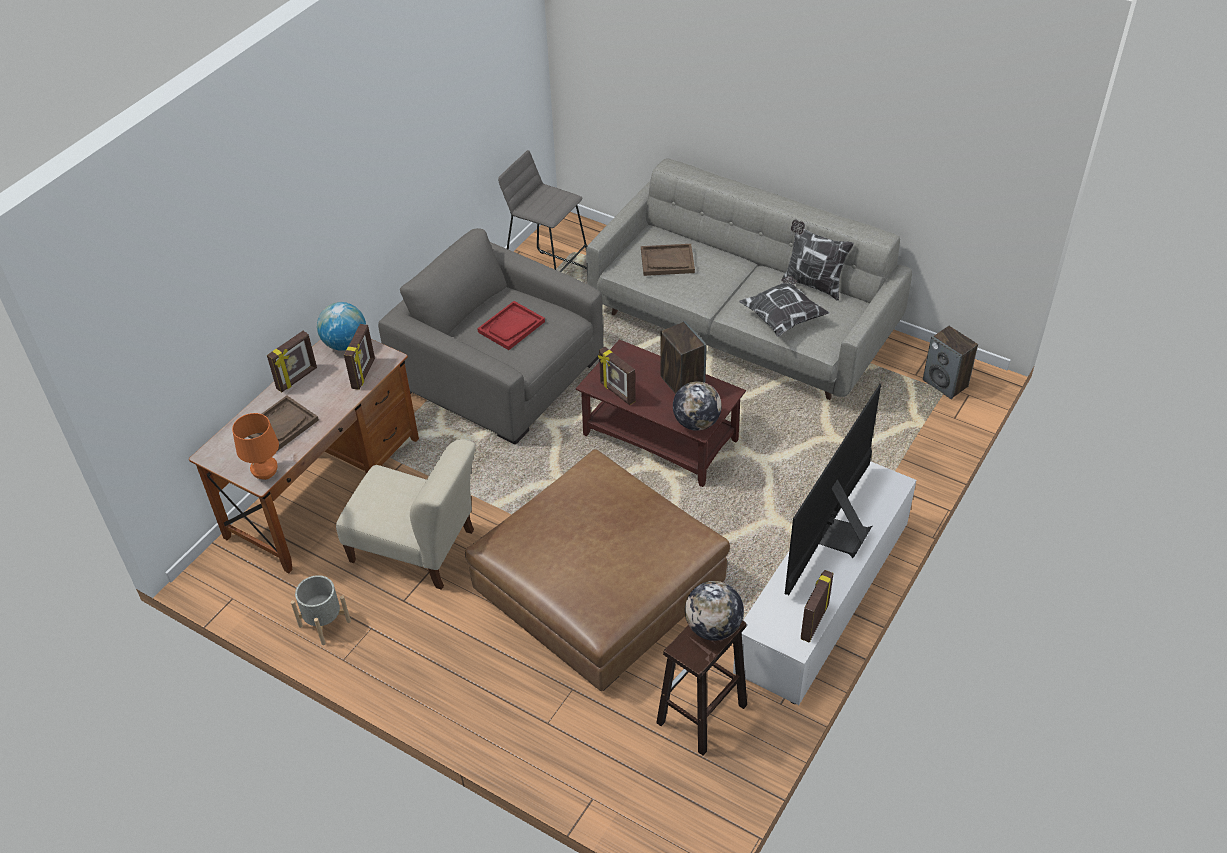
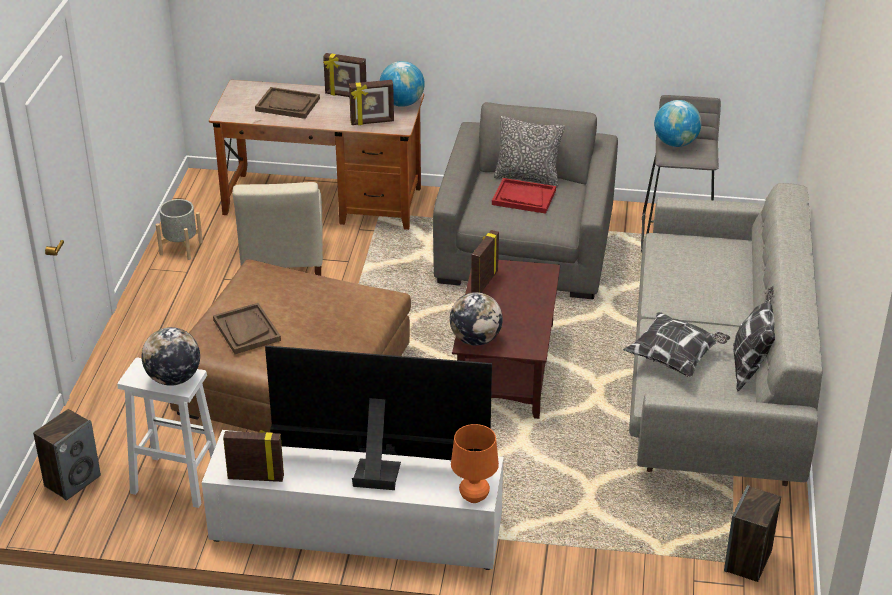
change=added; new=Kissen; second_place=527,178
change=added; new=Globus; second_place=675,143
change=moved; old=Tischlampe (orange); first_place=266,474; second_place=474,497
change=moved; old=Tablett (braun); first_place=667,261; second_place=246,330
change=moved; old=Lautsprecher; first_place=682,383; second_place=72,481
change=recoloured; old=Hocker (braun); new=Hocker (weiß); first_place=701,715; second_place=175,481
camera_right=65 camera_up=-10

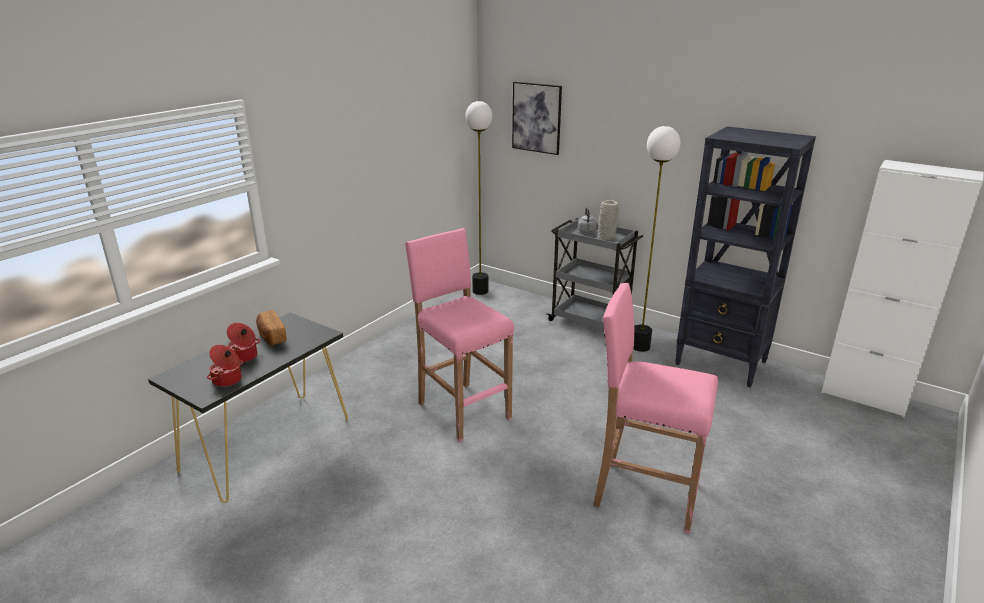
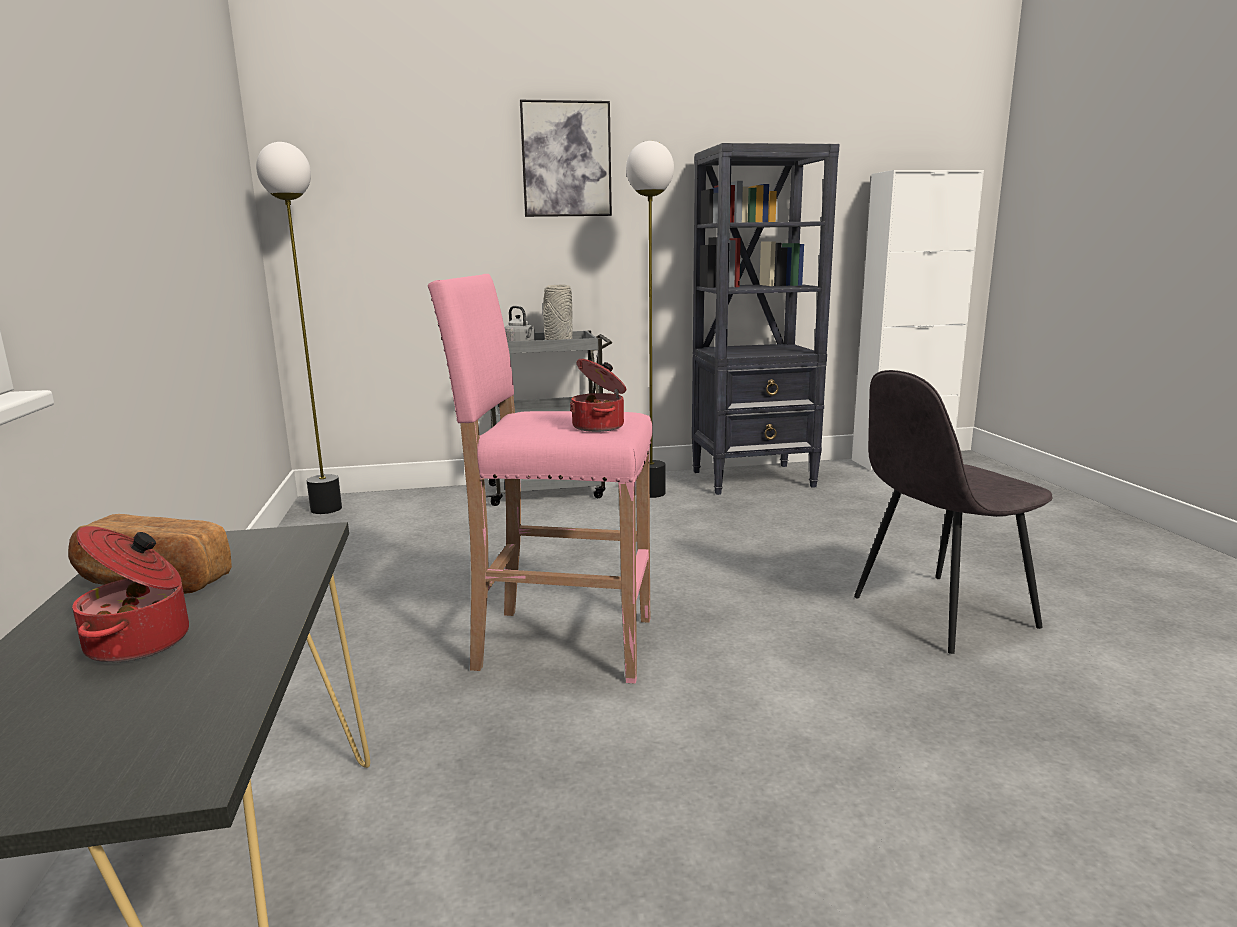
change=moved; old=Kochtopf; first_place=228,380; second_place=600,426
change=moved; old=Bild; first_place=536,118; second_place=566,159
change=replaced; old=Hocker (rosa); new=Stuhl (grau); first_place=643,494; second_place=939,613
camera_right=-45 camera_up=-10

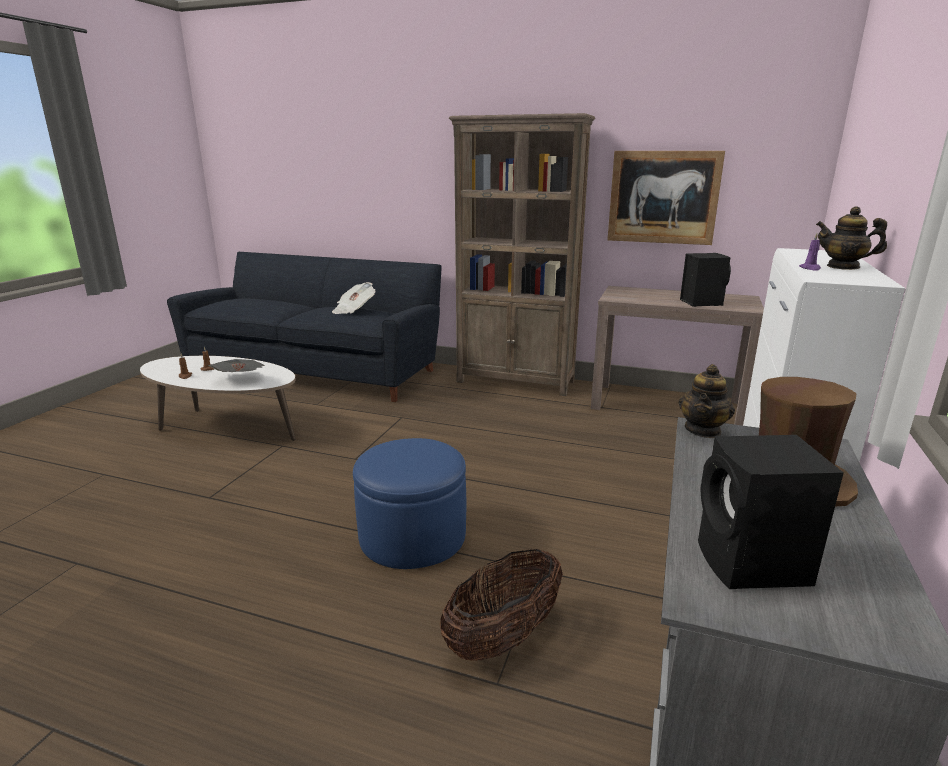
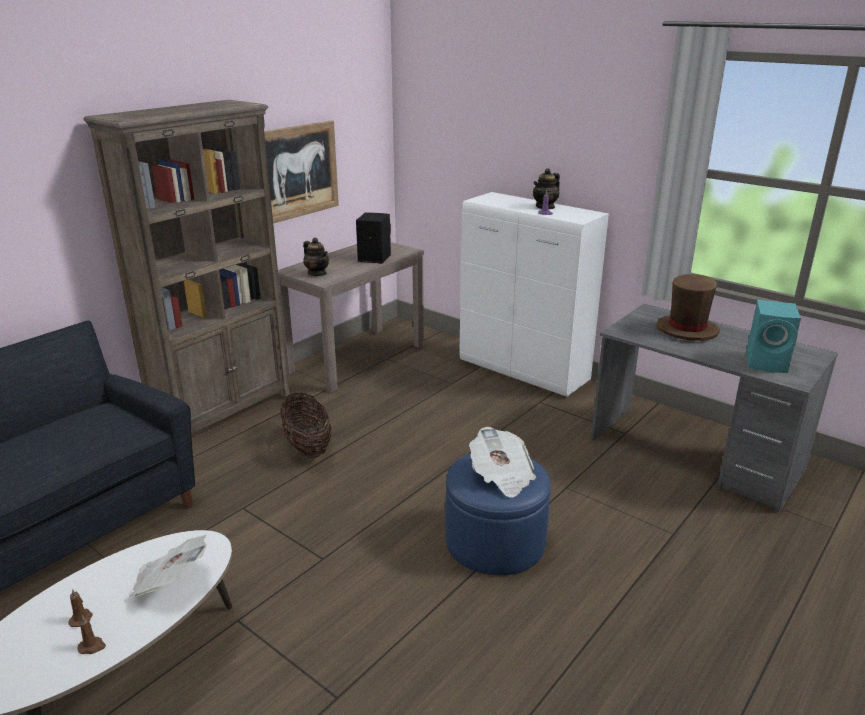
change=moved; old=Zeitung; first_place=354,310; second_place=501,477
change=moved; old=Korb; first_place=503,637; second_place=307,447
change=moved; old=Teekanne; first_place=703,430; second_place=317,273
change=recoloured; old=Lautsprecher (schwarz); new=Lautsprecher (türkis); first_place=753,565; second_place=768,363
camera_right=-70 camera_up=5

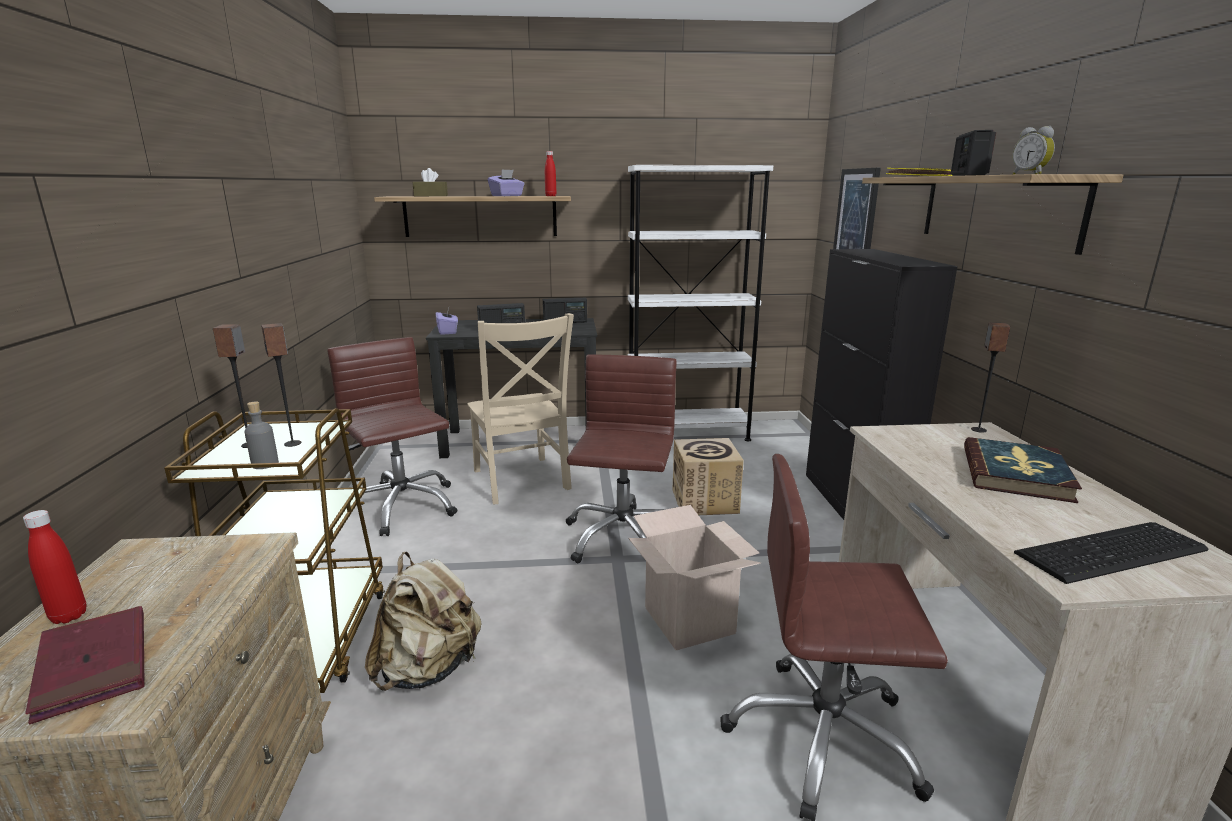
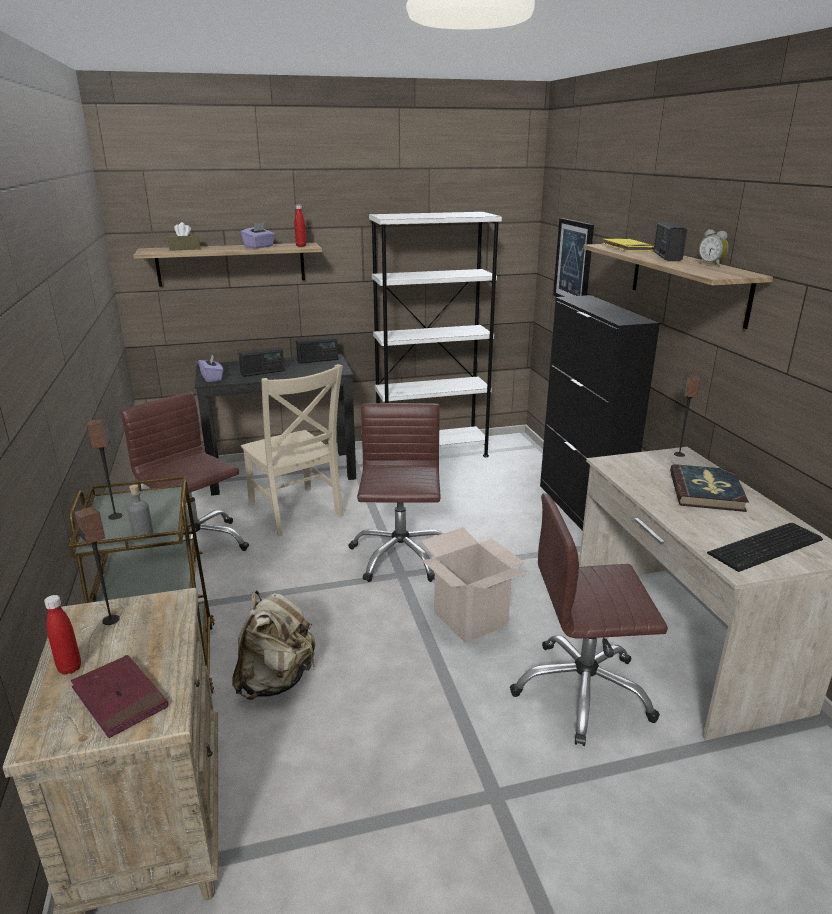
change=removed; old=Karton; first_place=704,501
change=moved; old=Lautsprecher; first_place=293,443; second_place=111,620
camera_right=-10 camera_up=5

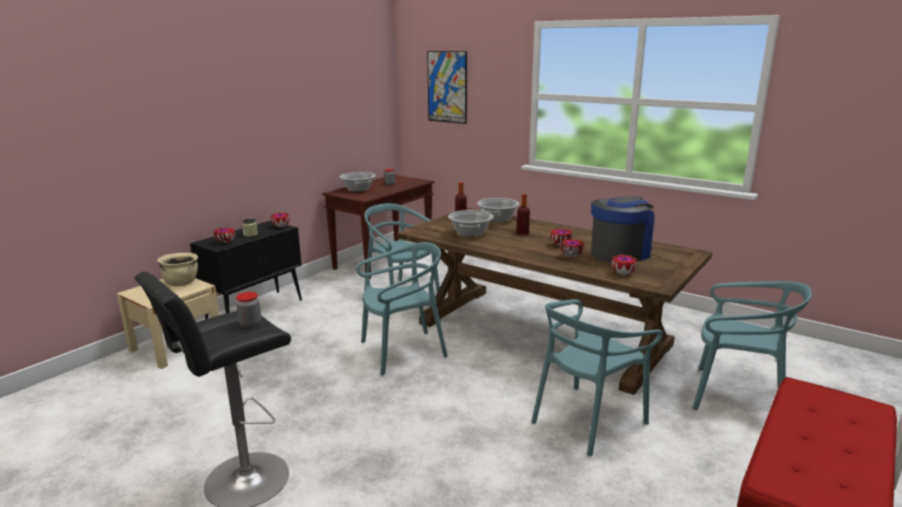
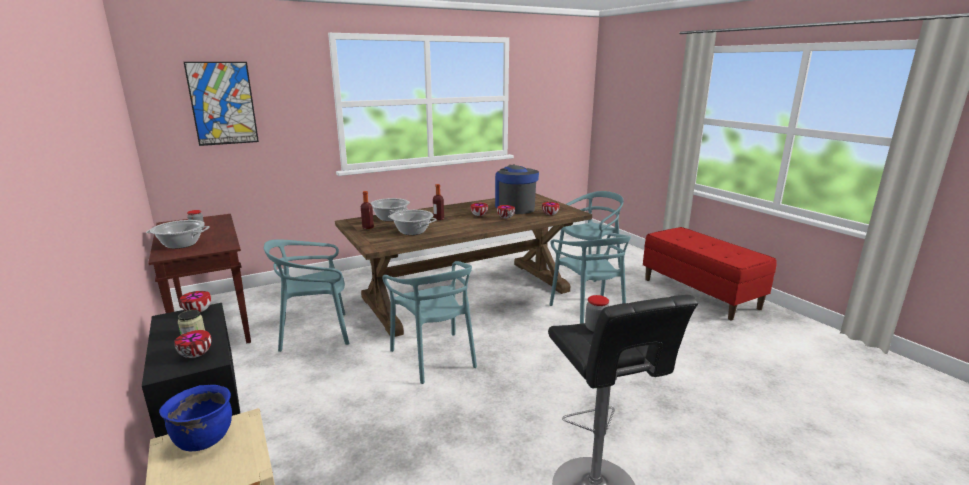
change=recoloured; old=Kochtopf (beige); new=Kochtopf (blau); first_place=181,283; second_place=204,439
change=turned; old=Stuhl (türkis); first_place=403,351; second_place=435,357; degrees=150
camera_right=-65 camera_up=0

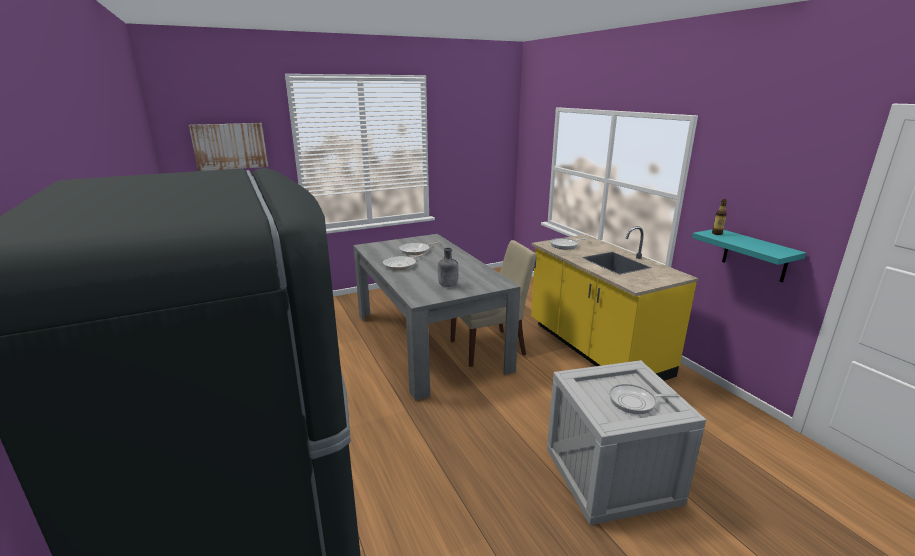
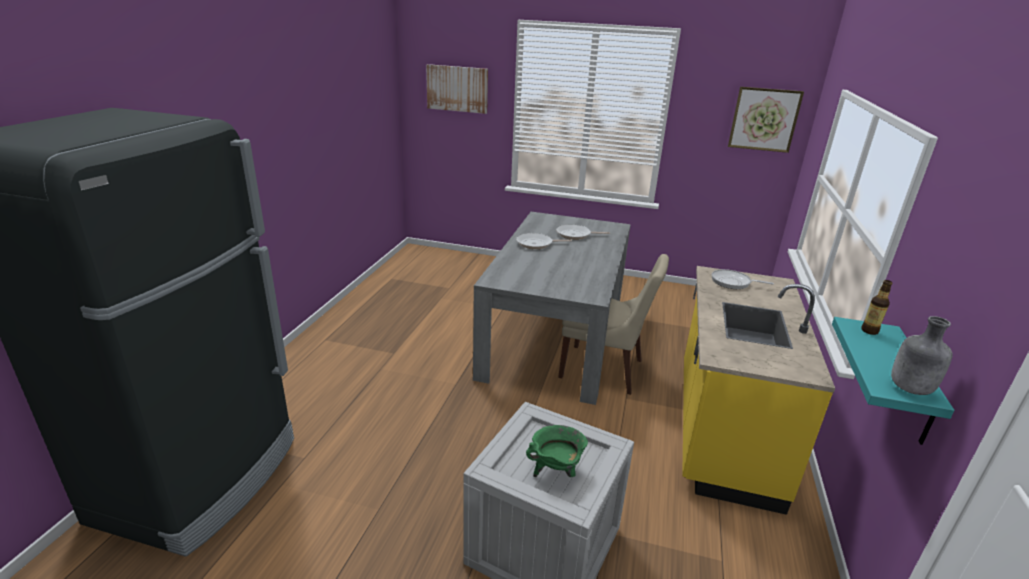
change=added; new=Bild; second_place=764,119
change=moved; old=Flasche (grau); first_place=448,285; second_place=909,389
change=replaced; old=Pfanne; new=Kochtopf (grün); first_place=635,402; second_place=556,471
camera_right=40 camera_up=5

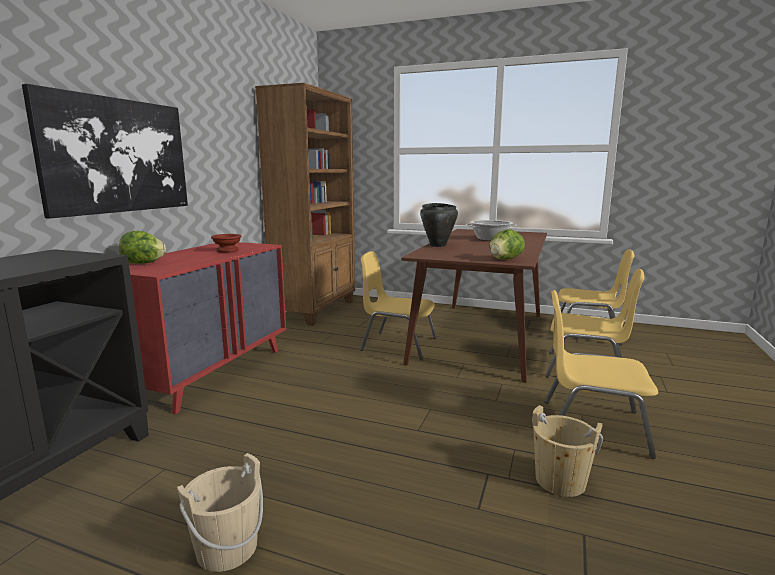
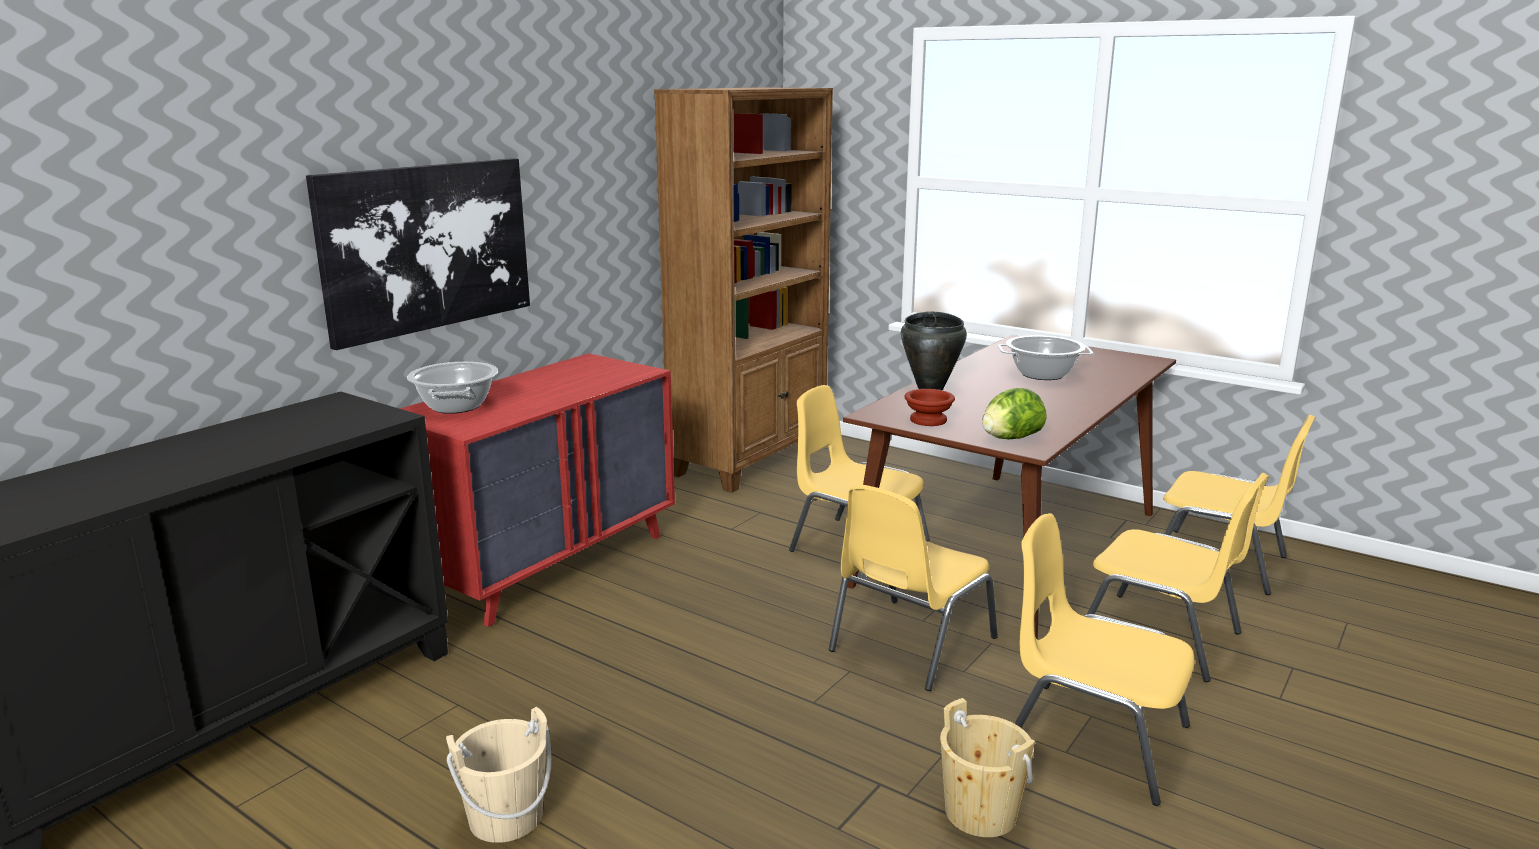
change=added; new=Stuhl (gelb); second_place=909,644
change=moved; old=Schüssel (braun); first_place=226,250; second_place=926,420
change=replaced; old=Salatkopf; new=Kochtopf; first_place=143,263; second_place=456,406
camera_right=15 camera_up=5

